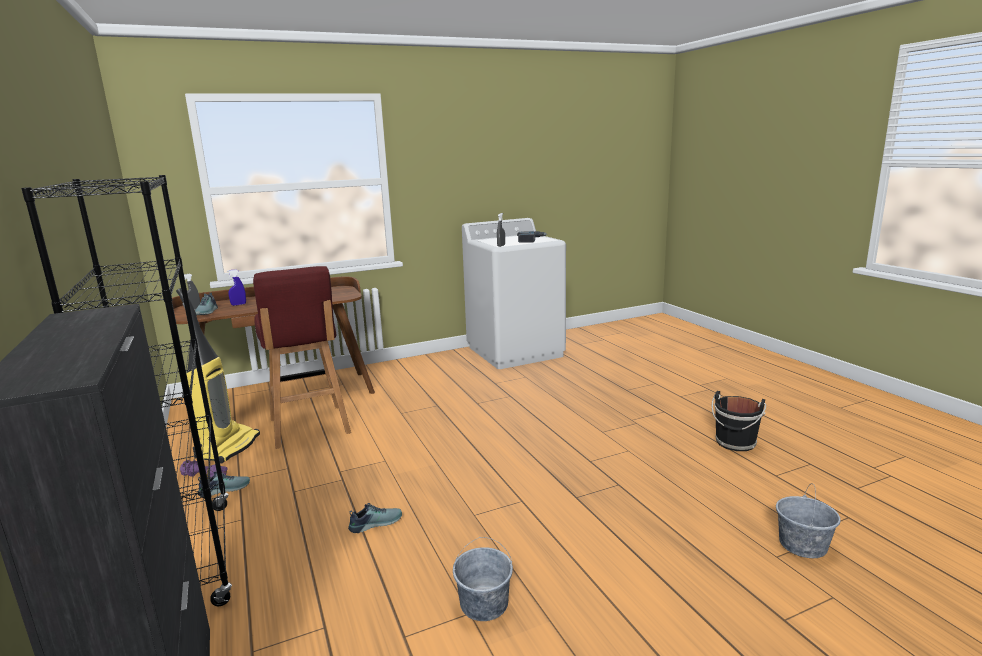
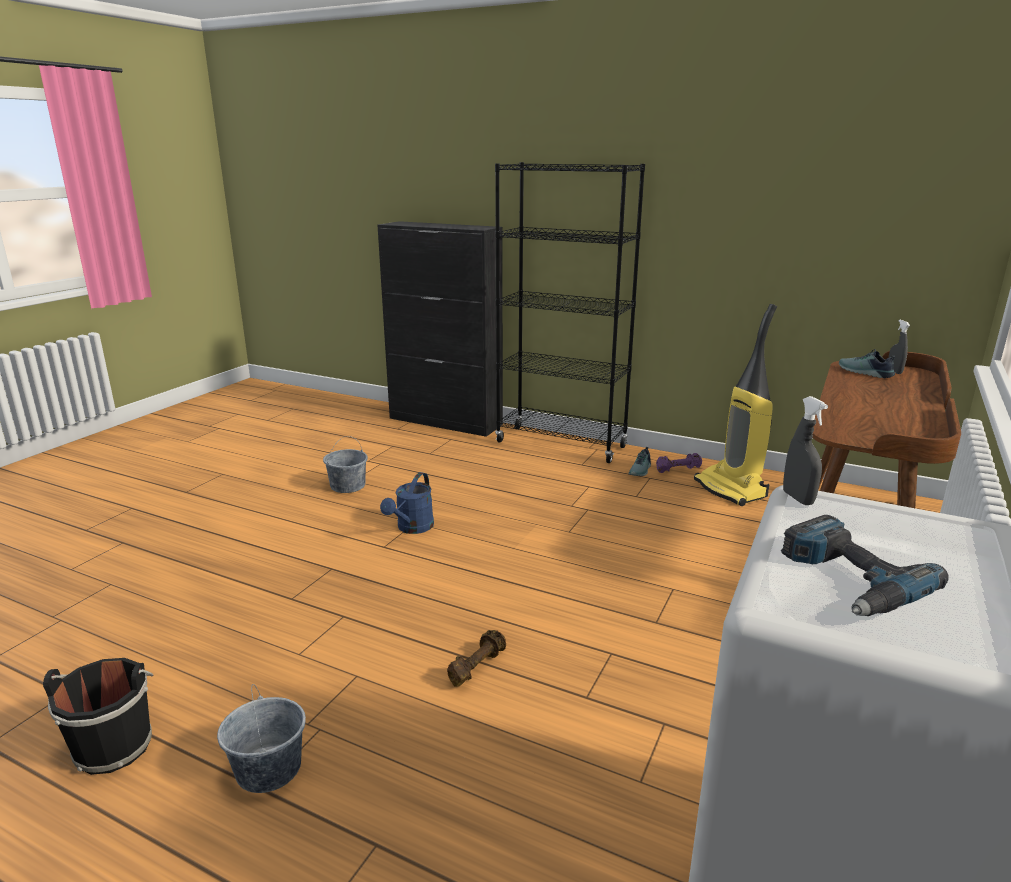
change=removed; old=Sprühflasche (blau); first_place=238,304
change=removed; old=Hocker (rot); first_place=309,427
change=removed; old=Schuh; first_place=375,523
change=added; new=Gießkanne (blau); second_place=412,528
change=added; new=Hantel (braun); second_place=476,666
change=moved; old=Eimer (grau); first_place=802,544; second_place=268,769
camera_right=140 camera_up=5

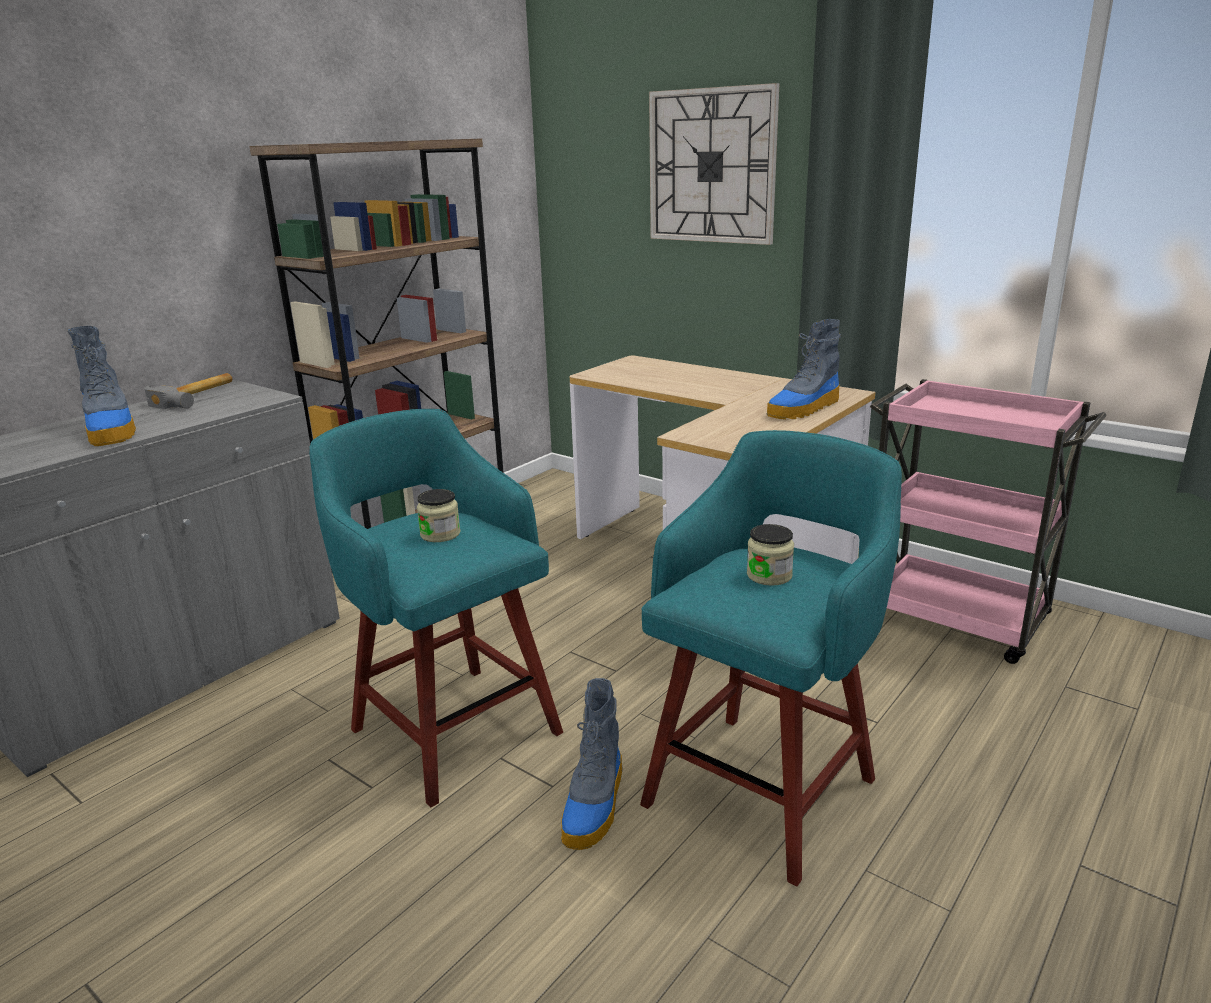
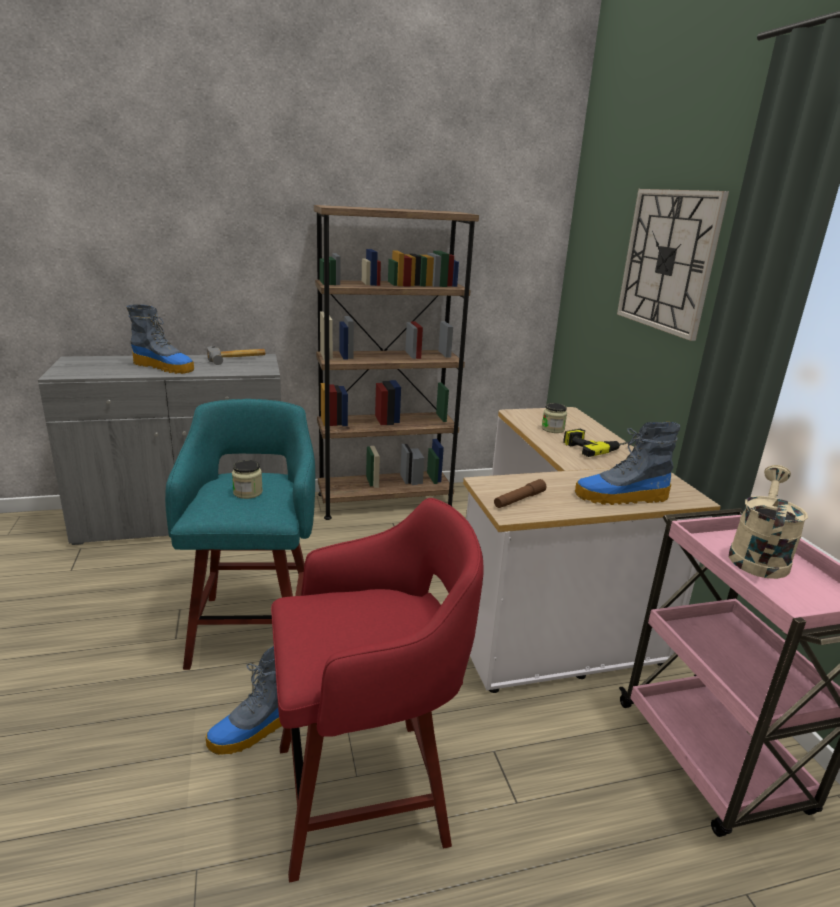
change=added; new=Taschenlampe (braun); second_place=519,499
change=added; new=Bohrmaschine; second_place=596,446
change=added; new=Gießkanne (beige); second_place=758,556
change=moved; old=Vorratsglas; first_place=769,575; second_place=553,429
change=recoloured; old=Hocker (türkis); new=Hocker (rot); first_place=764,787; second_place=366,793
change=turned; old=Stiefel; first_place=111,430; second_place=164,367; degrees=-75
camera_right=35 camera_up=0

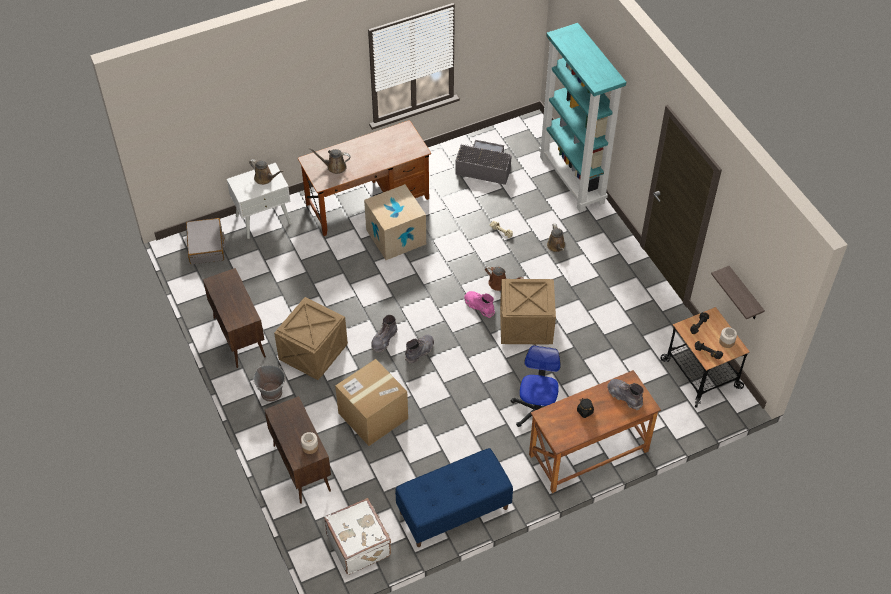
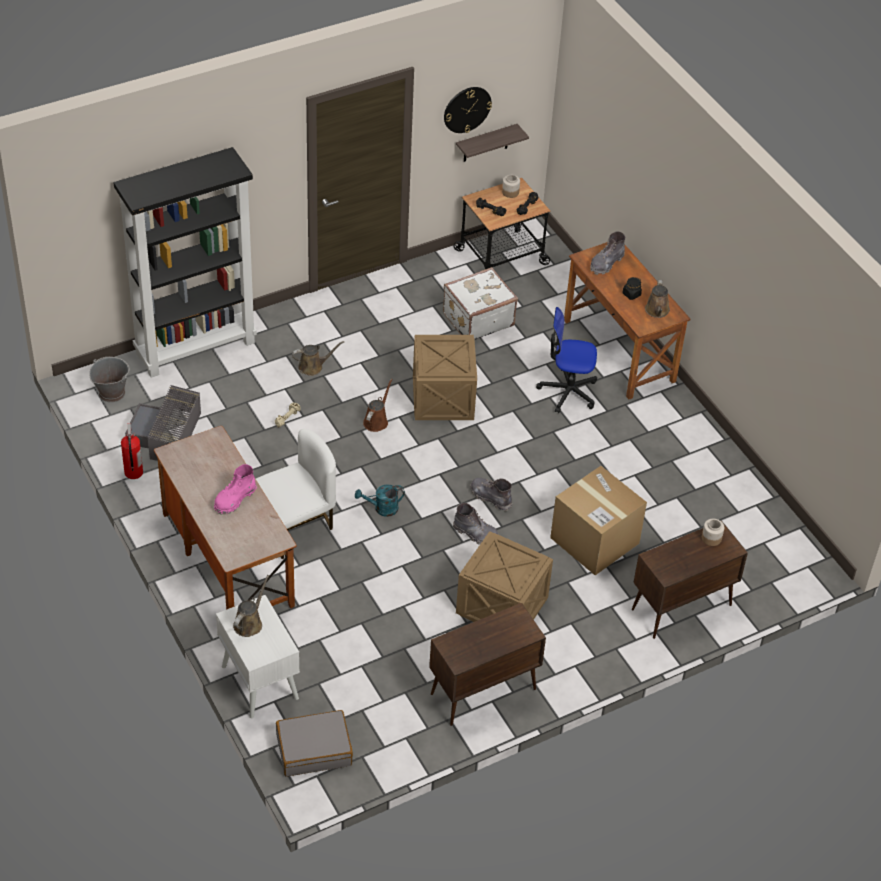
change=removed; old=Bank (blau); first_place=453,511
change=added; new=Feuerlöscher; second_place=133,473
change=added; new=Gießkanne (türkis); second_place=382,509
change=added; new=Wanduhr; second_place=467,109
change=moved; old=Eimer (grau); first_place=272,392; second_place=111,392
change=moved; old=Gießkanne (braun); first_place=334,167; second_place=657,311
change=moved; old=Koffer (weiß); first_place=359,544; second_place=477,319
change=moved; old=Stiefel (rosa); first_place=479,306; second_place=234,499
change=replaced; old=Karton; new=Stuhl (weiß); first_place=396,237; second_place=295,526
change=recoloured; old=Bücherregal (türkis); new=Bücherregal (schwarz); first_place=572,180; second_place=196,347
camera_right=-95 camera_up=-5

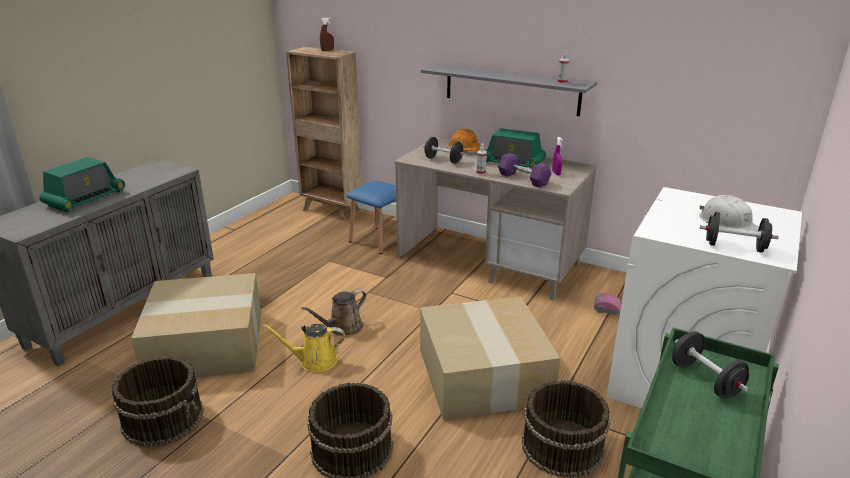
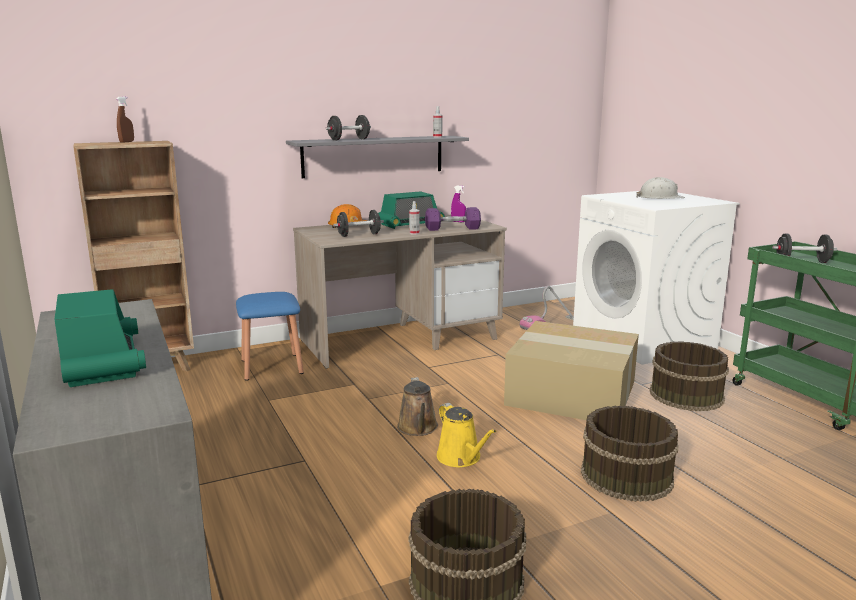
change=removed; old=Karton; first_place=204,346
change=moved; old=Hantel (schwarz); first_place=734,247; second_place=349,139
change=turned; old=Gießkanne (gelb); first_place=314,361; second_place=461,458; degrees=-60
camera_right=-55 camera_up=-10

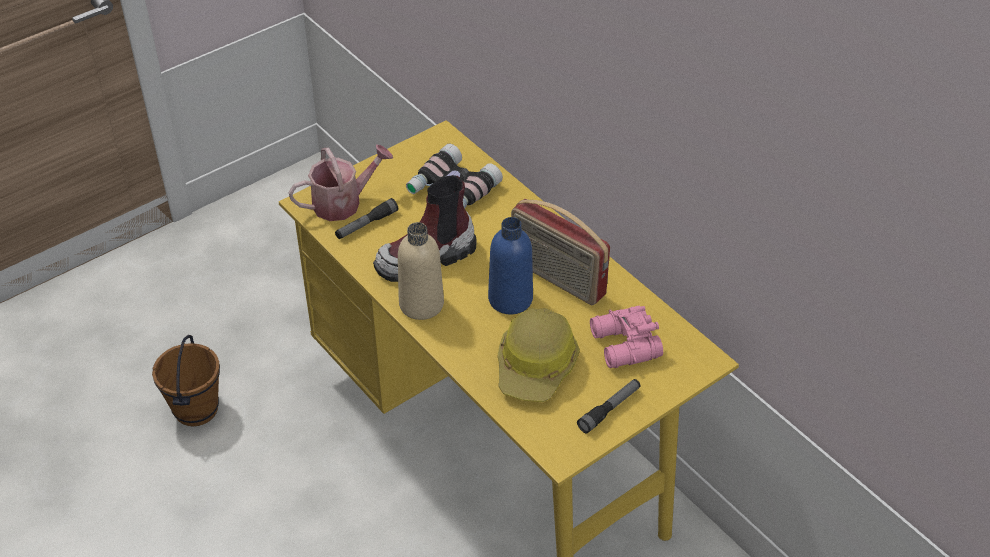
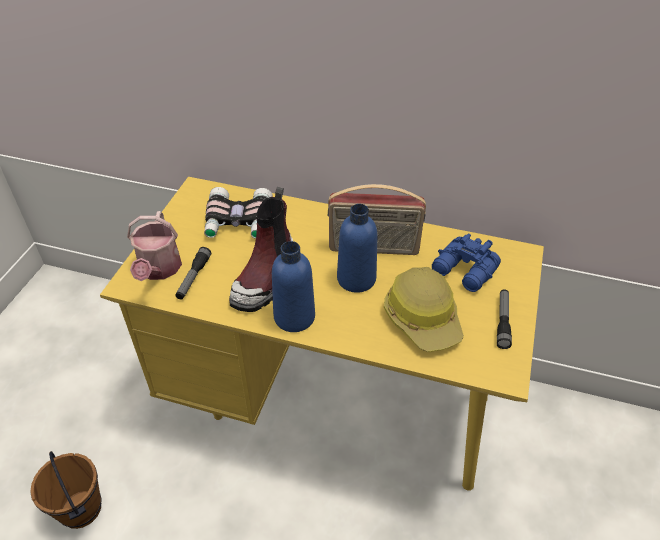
change=recoloured; old=Flasche (beige); new=Flasche (blau); first_place=421,304; second_place=294,317
change=recoloured; old=Fernglas (rosa); new=Fernglas (blau); first_place=624,346; second_place=465,272
change=turned; old=Gießkanne; first_place=343,202; second_place=159,270; degrees=150
camera_right=-35 camera_up=0

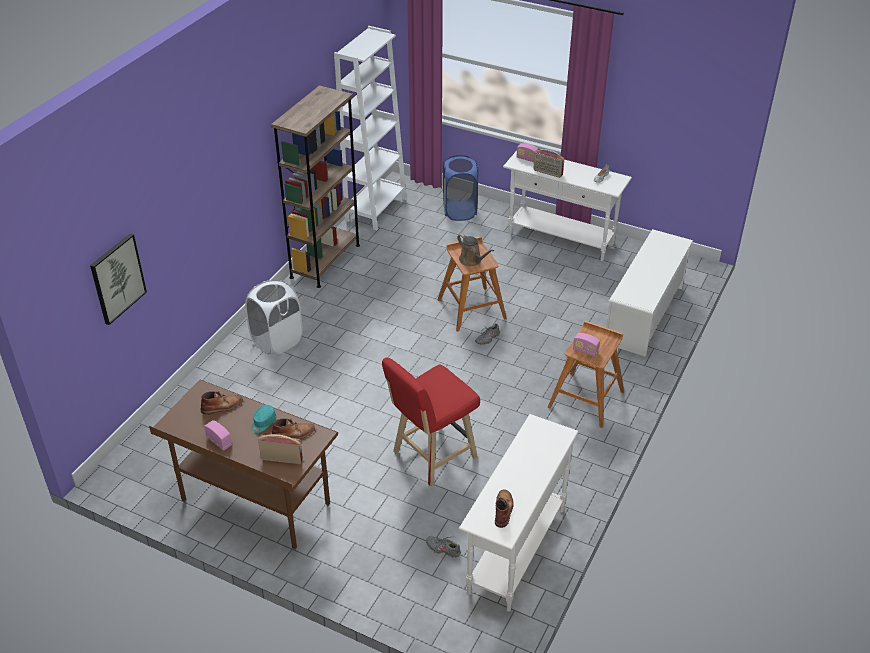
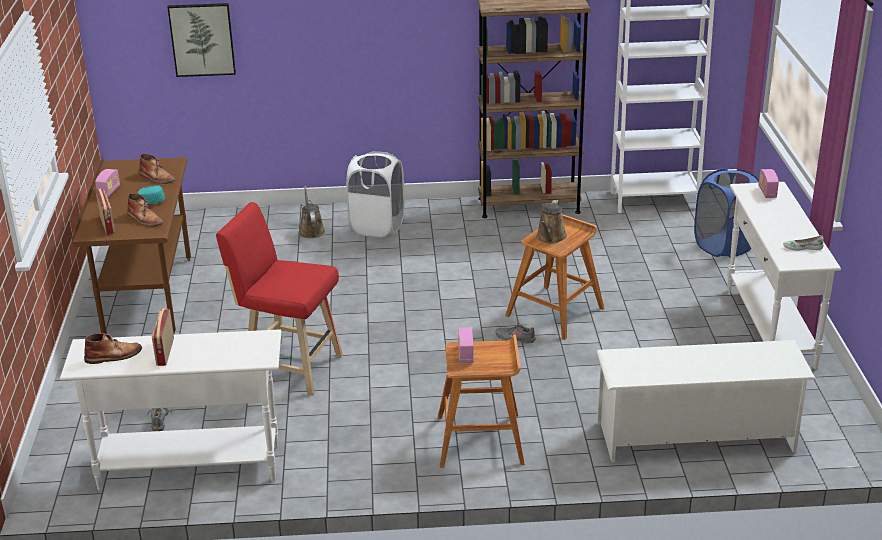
change=added; new=Gießkanne (braun); second_place=311,230
change=moved; old=Radio; first_place=547,173; second_place=164,352
camera_right=60 camera_up=-10

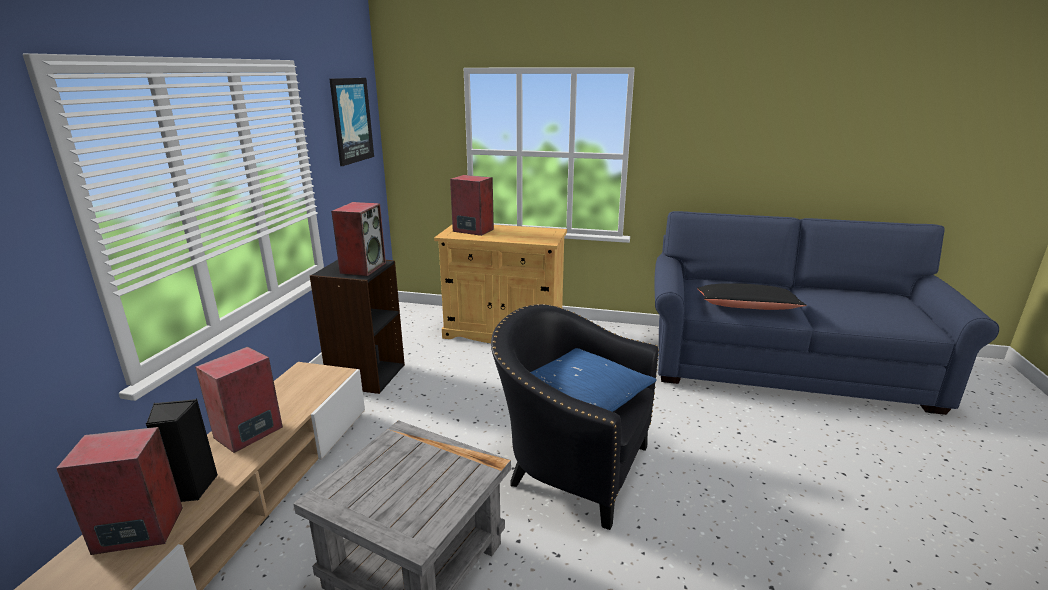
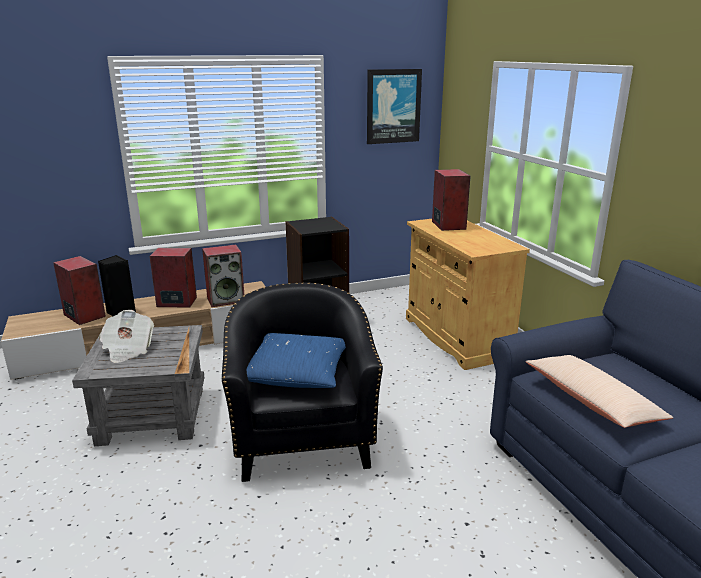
change=added; new=Zeitung; second_place=128,349
change=moved; old=Lautsprecher; first_place=363,268; second_place=226,299
change=recoloured; old=Kissen (schwarz); new=Kissen (beige); first_place=747,307; second_place=592,401
camera_right=55 camera_up=0

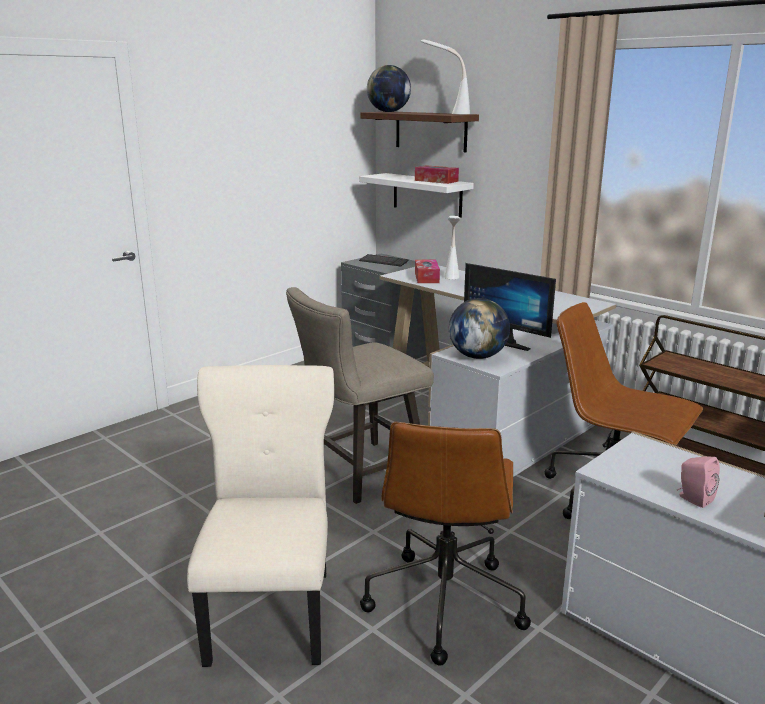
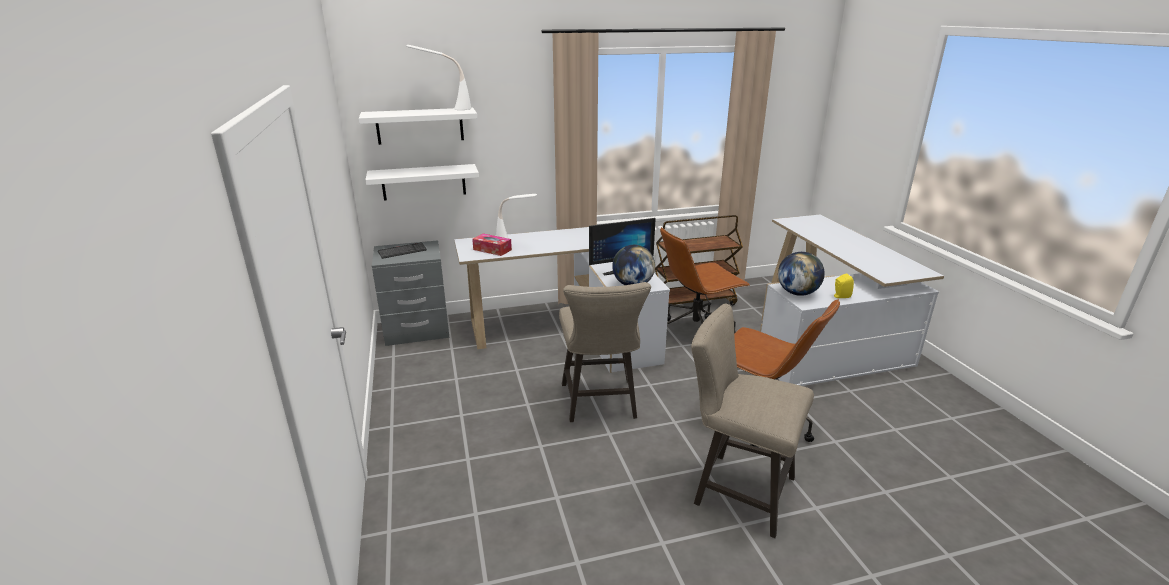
change=removed; old=Taschentuchbox; first_place=436,181
change=moved; old=Globus; first_place=388,112; second_place=797,293
change=replaced; old=Stuhl (beige); new=Hocker (beige); first_place=272,611; second_place=736,489
change=recoloured; old=Wandregal (braun); new=Wandregal (weiß); first_place=430,131; second_place=420,126
change=recoloured; old=Lautsprecher (rosa); new=Lautsprecher (gelb); first_place=693,498; second_place=840,296
camera_right=-60 camera_up=5

